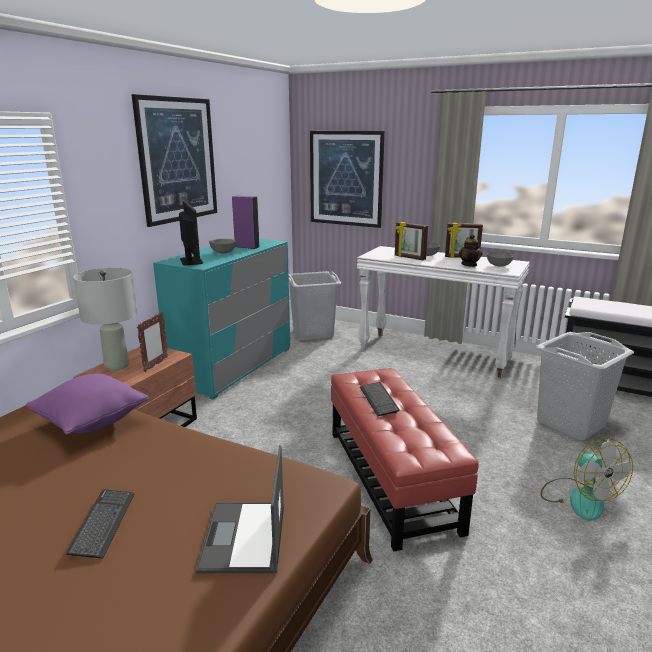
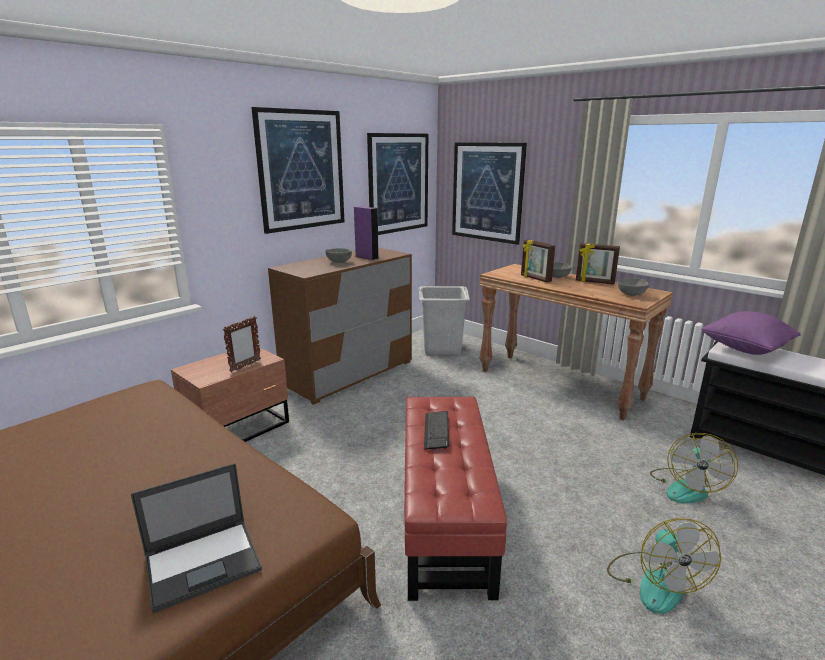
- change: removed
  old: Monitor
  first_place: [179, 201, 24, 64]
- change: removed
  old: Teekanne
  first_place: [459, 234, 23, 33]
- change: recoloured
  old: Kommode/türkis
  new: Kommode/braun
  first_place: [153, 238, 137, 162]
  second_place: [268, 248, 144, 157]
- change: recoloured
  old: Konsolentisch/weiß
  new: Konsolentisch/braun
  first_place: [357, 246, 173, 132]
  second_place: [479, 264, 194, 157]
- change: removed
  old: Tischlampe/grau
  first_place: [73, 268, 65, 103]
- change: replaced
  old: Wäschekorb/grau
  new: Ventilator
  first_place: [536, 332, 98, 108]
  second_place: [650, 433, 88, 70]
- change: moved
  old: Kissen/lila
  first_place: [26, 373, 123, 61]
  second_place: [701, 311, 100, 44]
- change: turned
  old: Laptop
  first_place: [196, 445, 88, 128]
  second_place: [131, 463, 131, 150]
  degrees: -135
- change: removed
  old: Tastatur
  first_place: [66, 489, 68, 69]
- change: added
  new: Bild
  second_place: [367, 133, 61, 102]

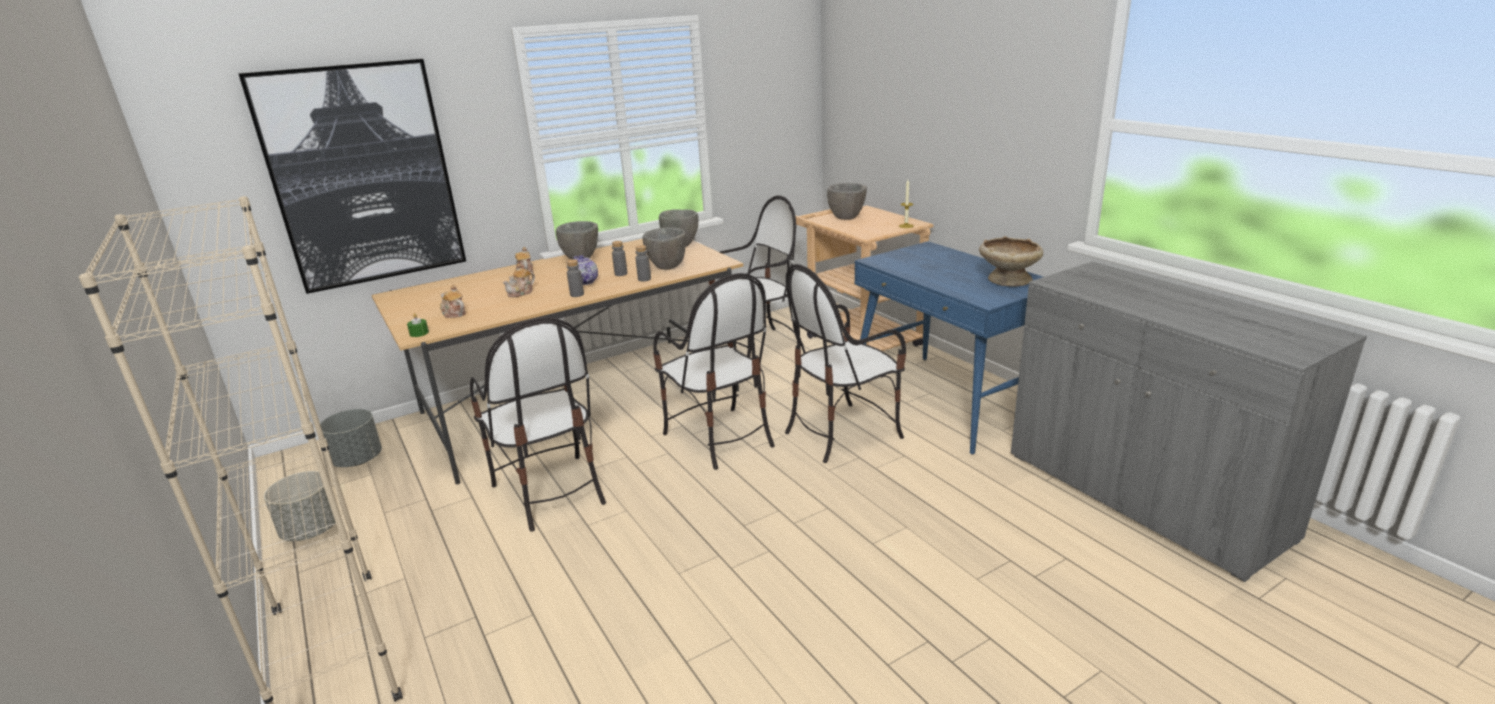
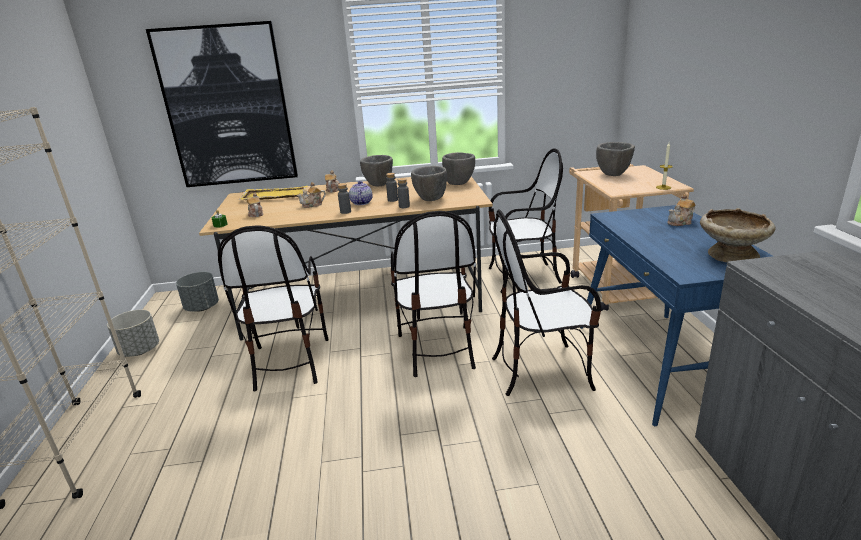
- change: added
  new: Tablett/gelb
  second_place: [238, 186, 69, 14]
- change: added
  new: Teekanne
  second_place: [667, 194, 29, 32]

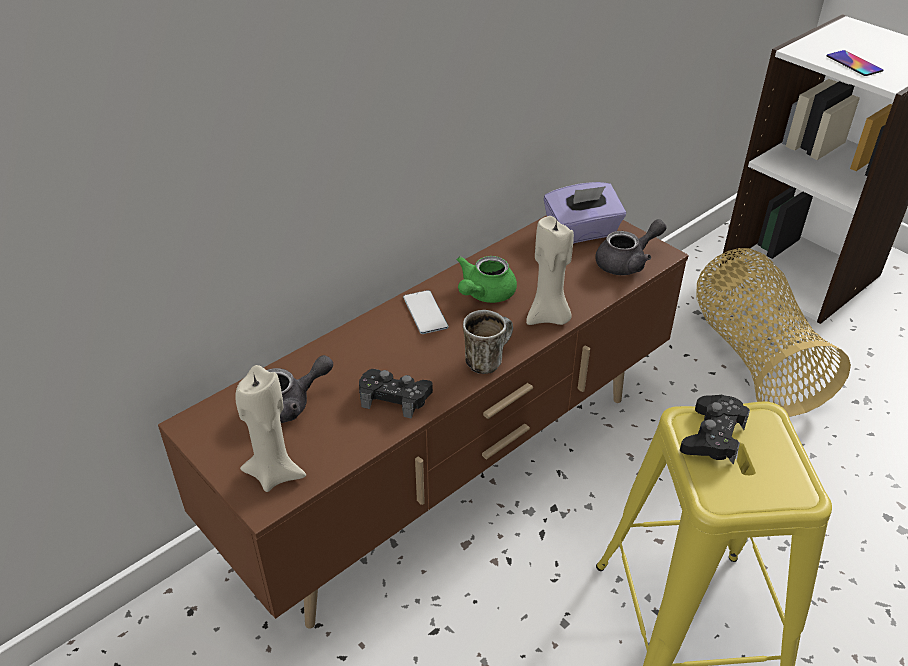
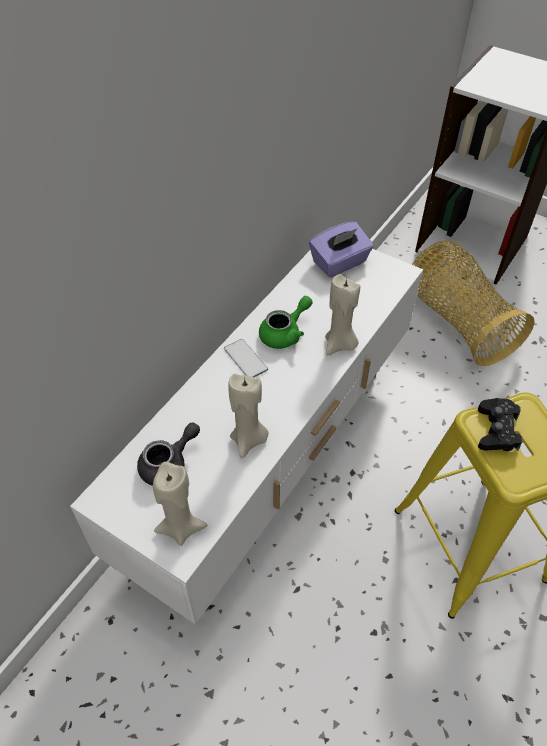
- change: removed
  old: Handy
  first_place: [827, 50, 56, 26]
- change: recoloured
  old: Fernsehschrank/braun
  new: Fernsehschrank/weiß
  first_place: [158, 215, 531, 413]
  second_place: [70, 249, 353, 375]
- change: removed
  old: Teekanne/grau
  first_place: [595, 219, 71, 56]
- change: turned
  old: Teekanne/grün
  first_place: [456, 256, 61, 47]
  second_place: [259, 296, 54, 53]
  degrees: -150
- change: removed
  old: Henkelbecher
  first_place: [463, 310, 50, 64]
- change: replaced
  old: Gamepad/schwarz
  new: Kerze/beige
  first_place: [359, 369, 74, 50]
  second_place: [228, 374, 40, 84]

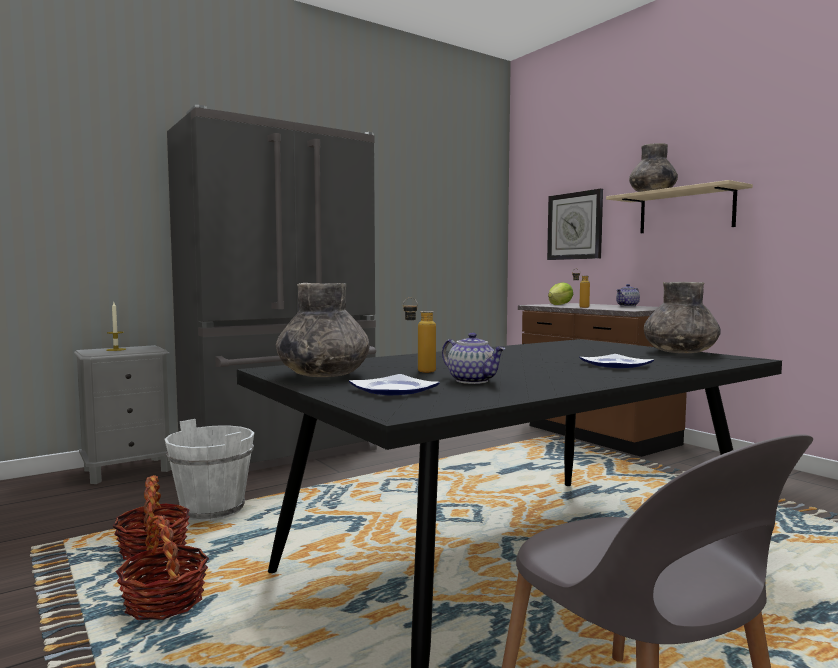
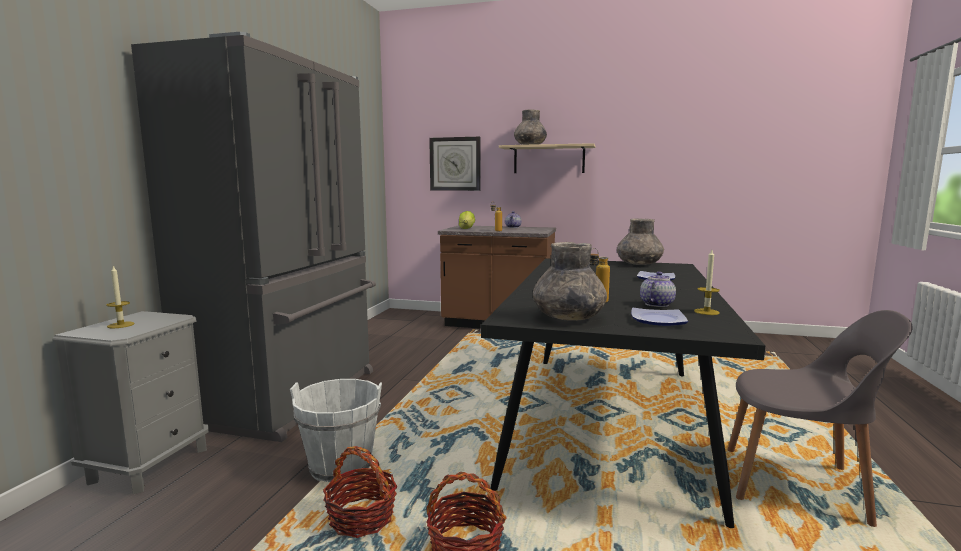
- change: turned
  old: Teekanne
  first_place: [442, 333, 63, 51]
  second_place: [640, 271, 36, 36]
  degrees: -60
- change: added
  new: Kerze
  second_place: [694, 250, 26, 65]

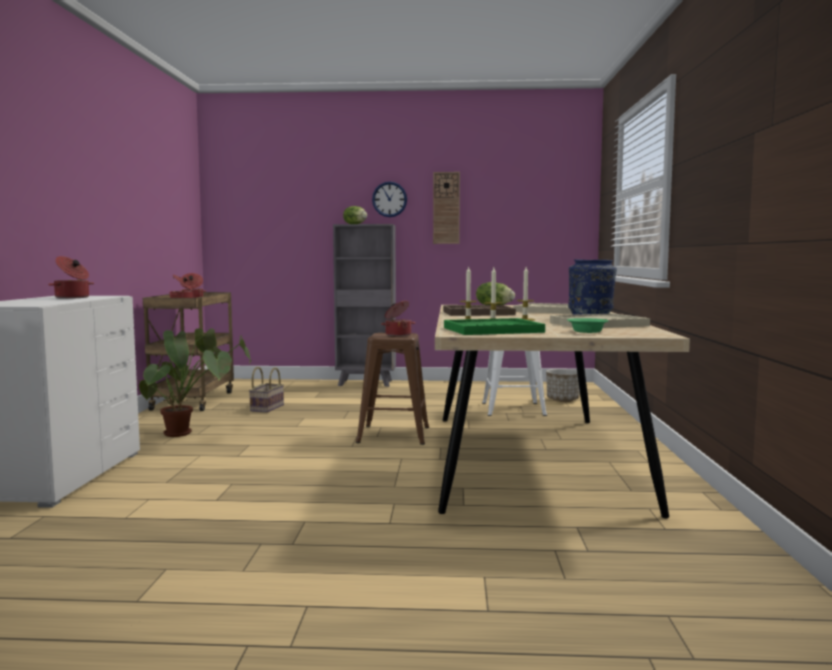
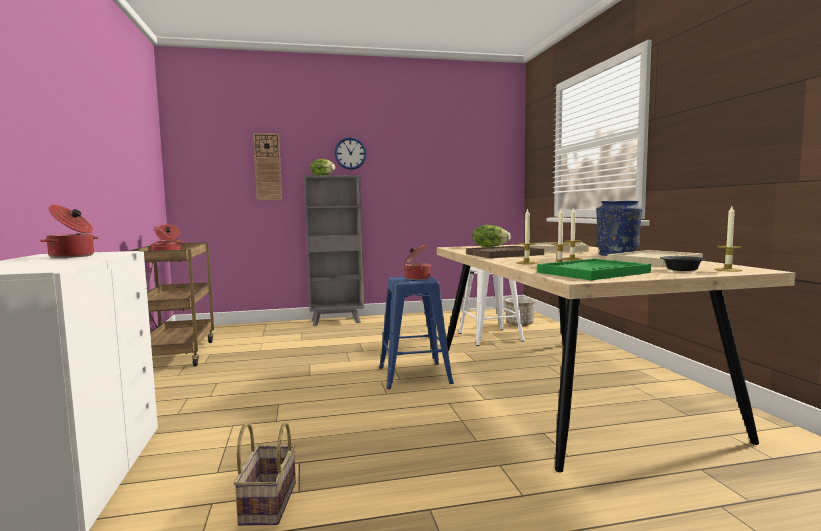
- change: moved
  old: Wanduhr
  first_place: [433, 172, 27, 72]
  second_place: [253, 133, 29, 68]
- change: recoloured
  old: Schüssel/grün
  new: Schüssel/schwarz
  first_place: [567, 318, 42, 15]
  second_place: [660, 256, 46, 15]
- change: removed
  old: Topfpflanze
  first_place: [139, 328, 112, 109]
- change: recoloured
  old: Hocker/braun
  new: Hocker/blau
  first_place: [356, 333, 73, 112]
  second_place: [379, 276, 75, 113]
- change: moved
  old: Korb
  first_place: [249, 367, 35, 46]
  second_place: [234, 422, 62, 104]
- change: added
  new: Kerze
  second_place: [714, 206, 29, 66]

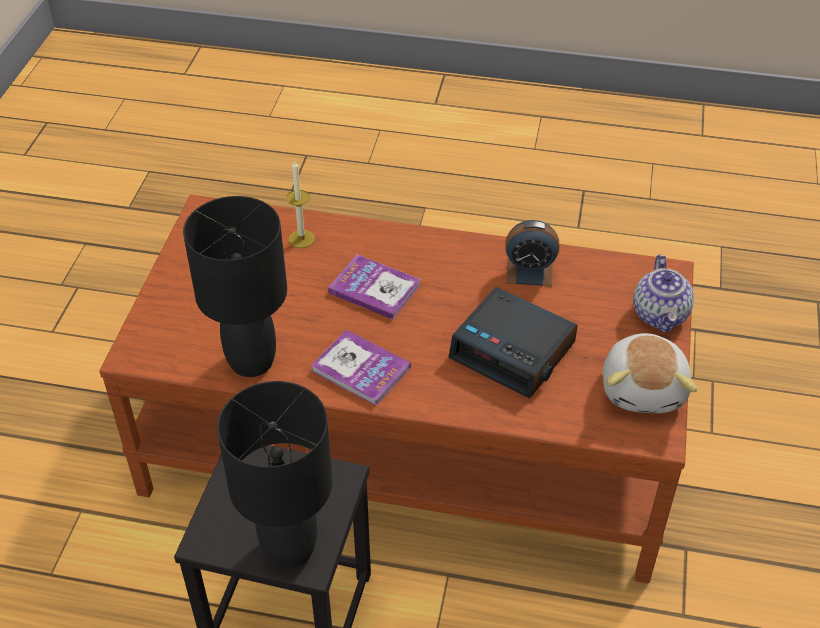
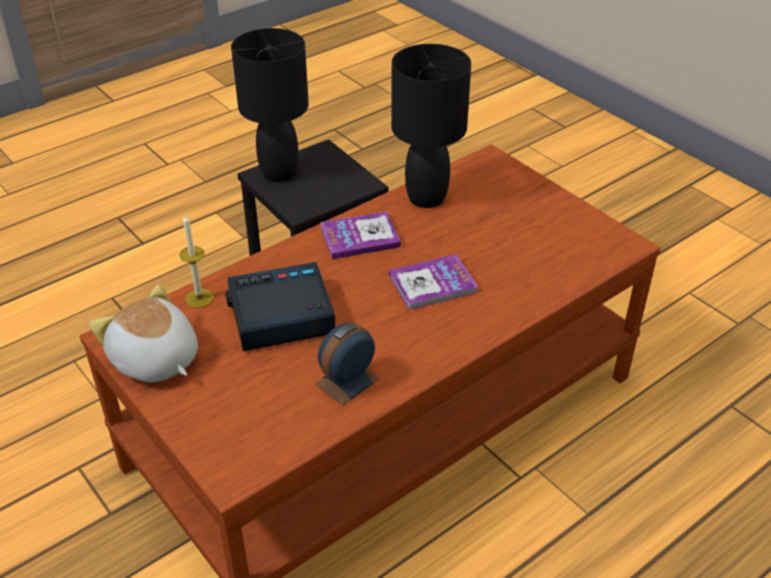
- change: moved
  old: Kerze
  first_place: [286, 160, 29, 88]
  second_place: [180, 215, 34, 93]
- change: removed
  old: Teekanne
  first_place: [633, 254, 61, 79]

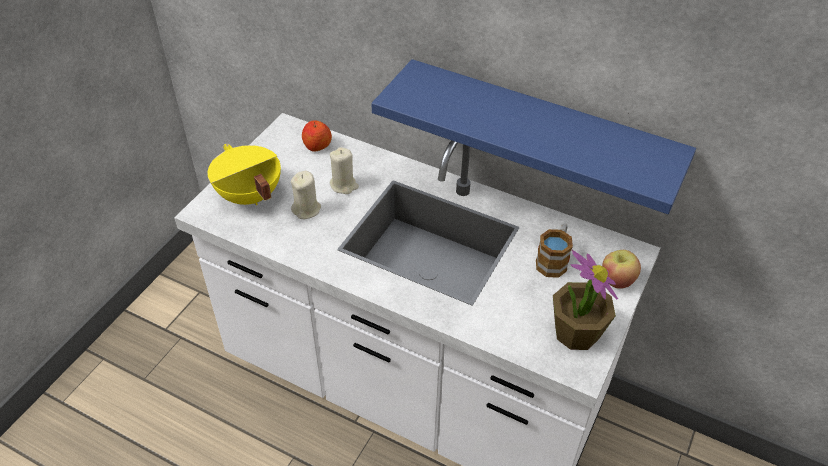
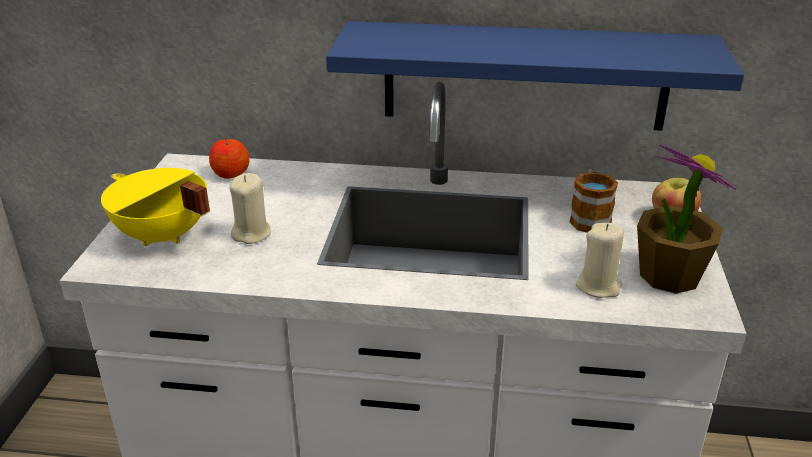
- change: moved
  old: Kerze/beige
  first_place: [330, 147, 29, 47]
  second_place: [576, 223, 48, 75]

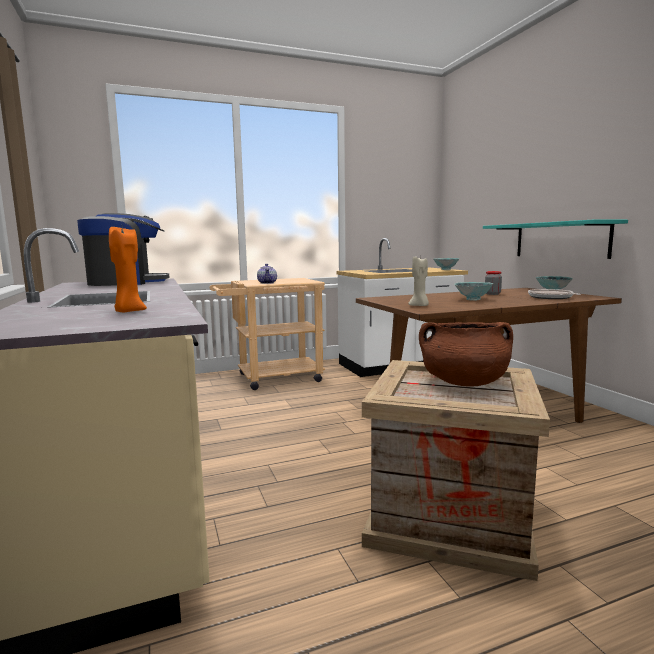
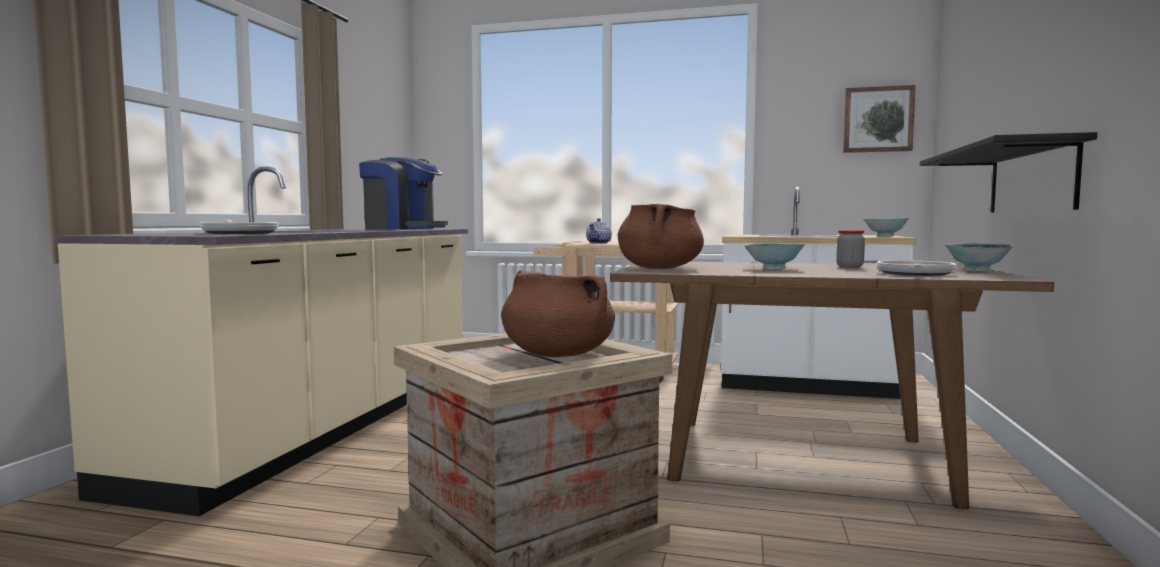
- change: recoloured
  old: Wandregal/türkis
  new: Wandregal/schwarz
  first_place: [483, 219, 145, 40]
  second_place: [920, 132, 177, 80]
- change: replaced
  old: Kerze/orange
  new: Pfanne
  first_place: [109, 227, 38, 85]
  second_place: [200, 220, 78, 14]
- change: replaced
  old: Kerze/beige
  new: Kochtopf/braun
  first_place: [409, 257, 20, 49]
  second_place: [618, 204, 86, 65]
- change: added
  new: Bild
  second_place: [843, 85, 73, 68]

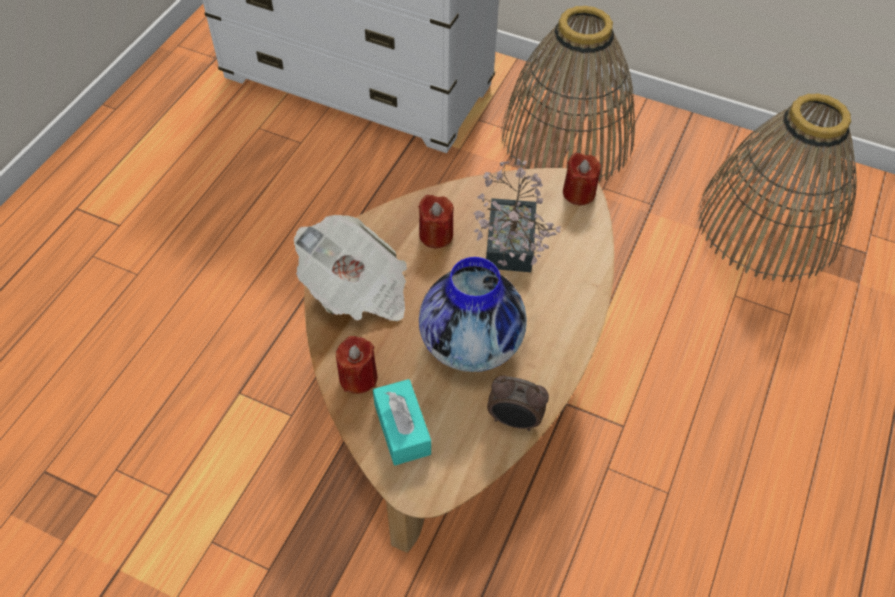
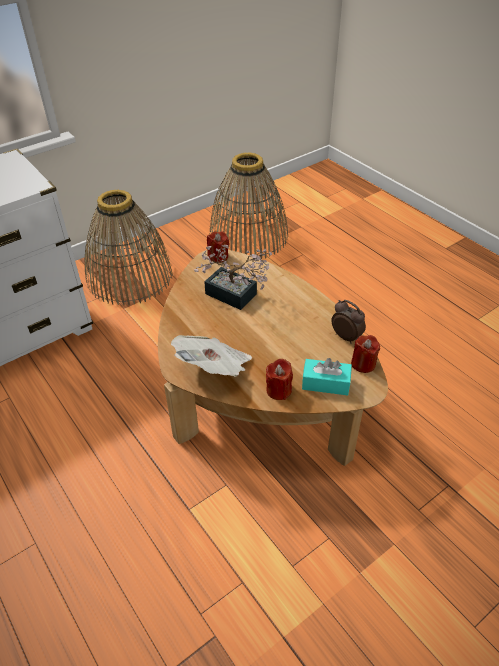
- change: moved
  old: Kerze/rot
  first_place: [418, 195, 36, 53]
  second_place: [351, 335, 29, 38]
- change: removed
  old: Vase
  first_place: [419, 257, 108, 115]
- change: turned
  old: Wecker
  first_place: [487, 375, 62, 56]
  second_place: [331, 300, 35, 44]
  degrees: -90

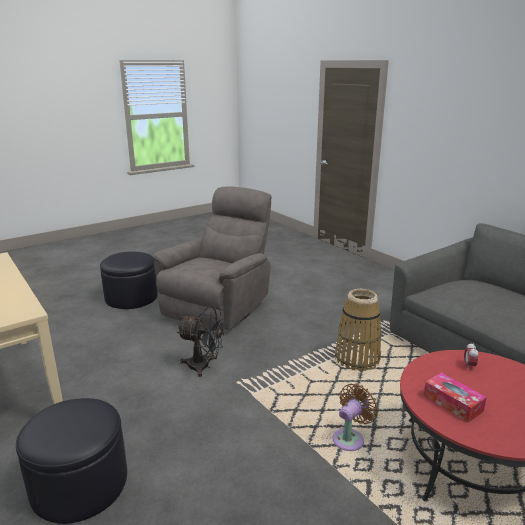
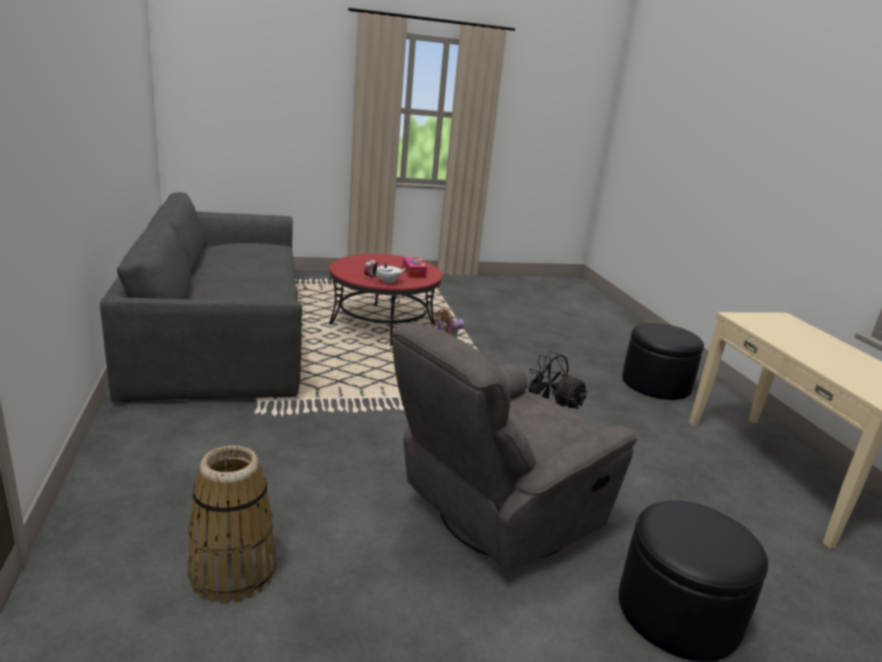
- change: moved
  old: Korb
  first_place: [335, 289, 47, 82]
  second_place: [188, 446, 88, 158]
- change: added
  new: Teekanne/weiß
  second_place: [372, 262, 35, 23]

